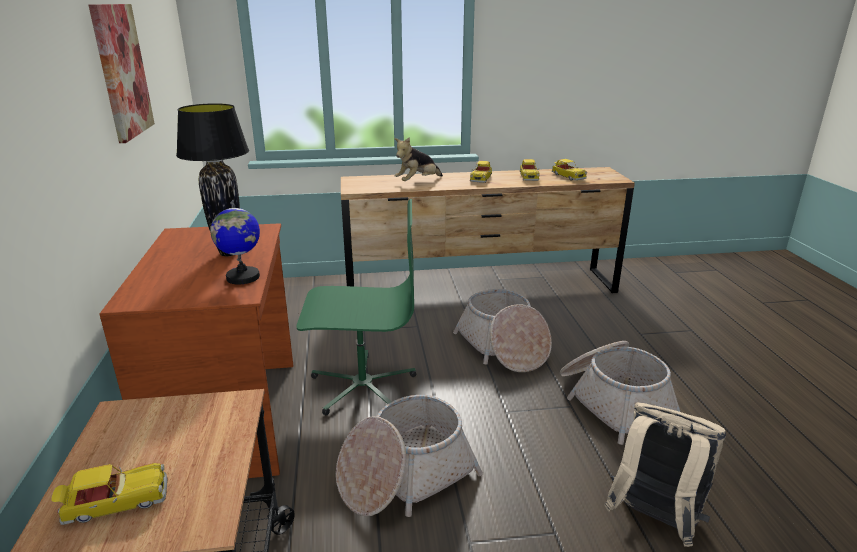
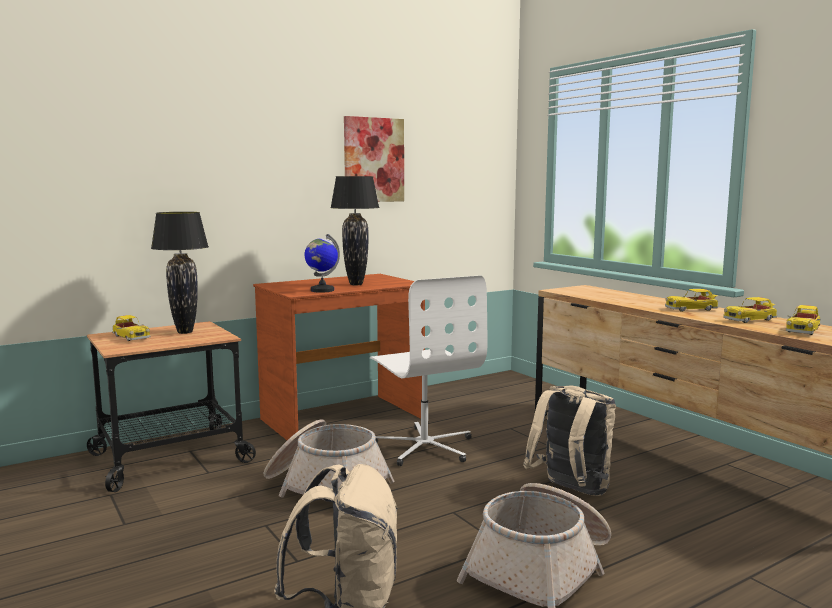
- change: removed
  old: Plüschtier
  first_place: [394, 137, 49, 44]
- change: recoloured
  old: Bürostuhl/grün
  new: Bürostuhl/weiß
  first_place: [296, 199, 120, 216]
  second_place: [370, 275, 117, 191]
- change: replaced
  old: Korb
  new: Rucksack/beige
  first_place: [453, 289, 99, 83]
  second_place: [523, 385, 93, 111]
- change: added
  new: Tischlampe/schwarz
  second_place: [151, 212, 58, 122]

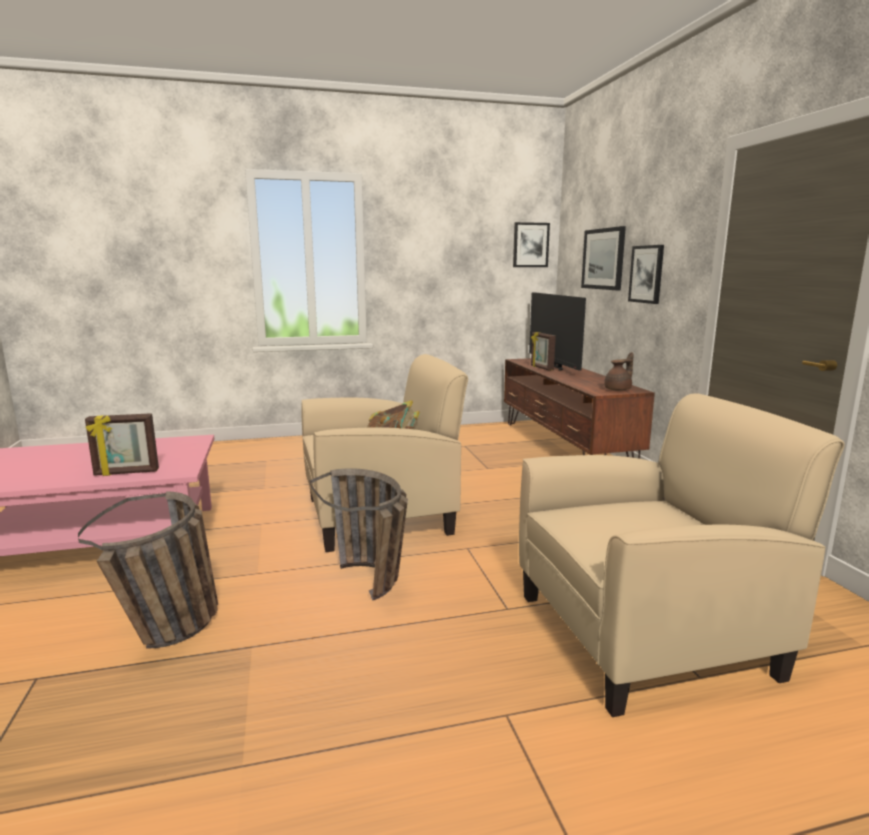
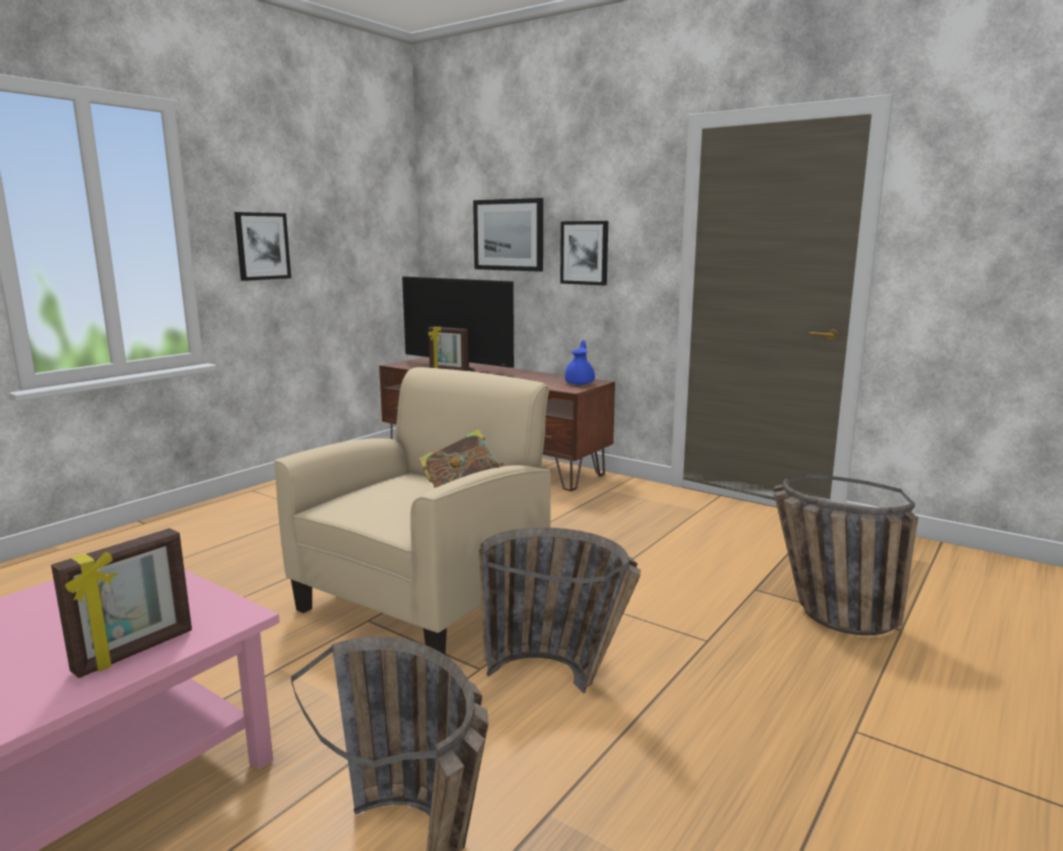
- change: moved
  old: Bild
  first_place: [513, 222, 37, 45]
  second_place: [234, 212, 57, 69]
- change: recoloured
  old: Teekanne/braun
  new: Teekanne/blau
  first_place: [604, 352, 29, 39]
  second_place: [565, 340, 30, 45]
- change: replaced
  old: Sessel/beige
  new: Korb
  first_place: [519, 393, 326, 324]
  second_place: [773, 474, 145, 161]

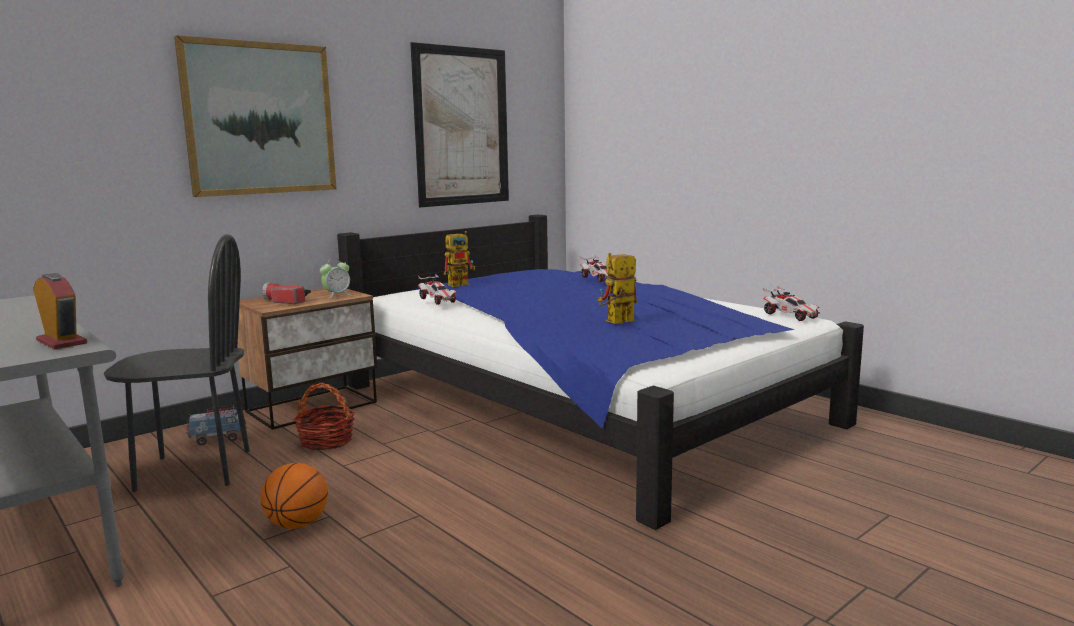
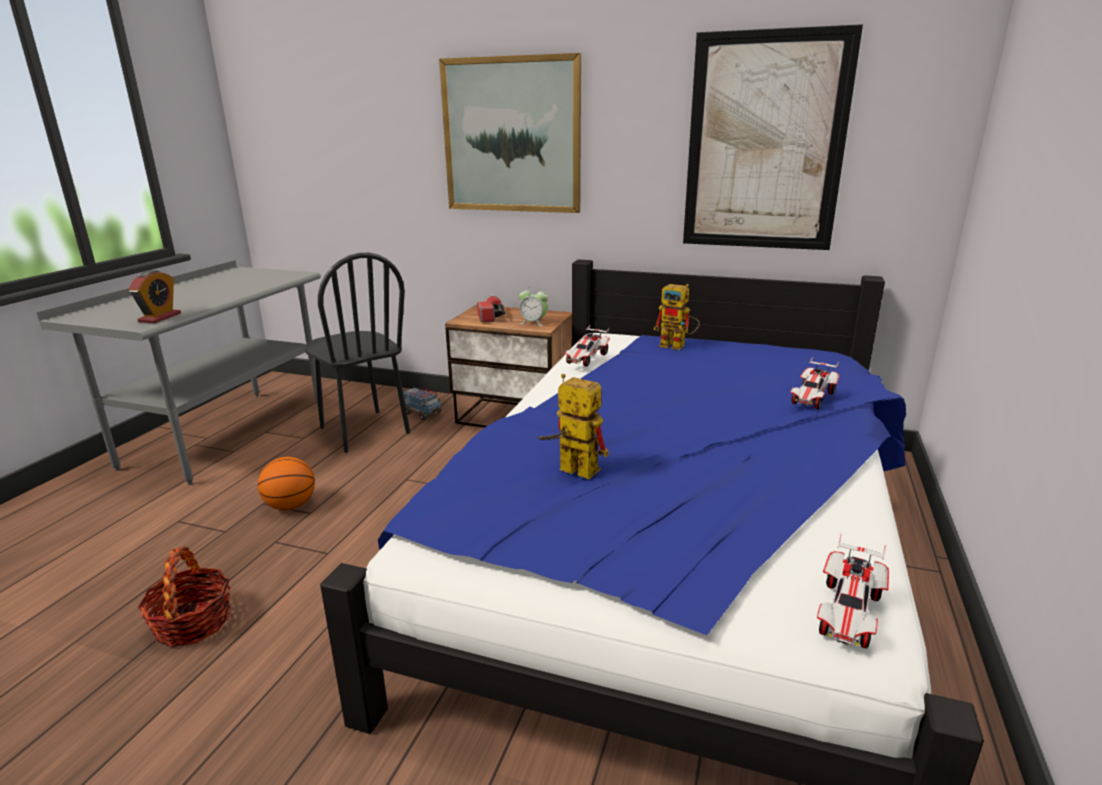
- change: moved
  old: Korb
  first_place: [294, 383, 61, 67]
  second_place: [137, 546, 94, 101]

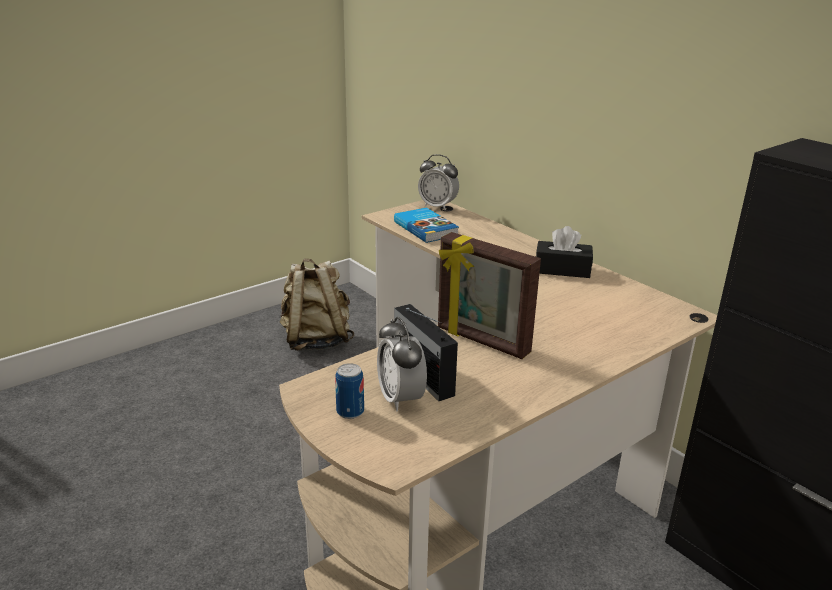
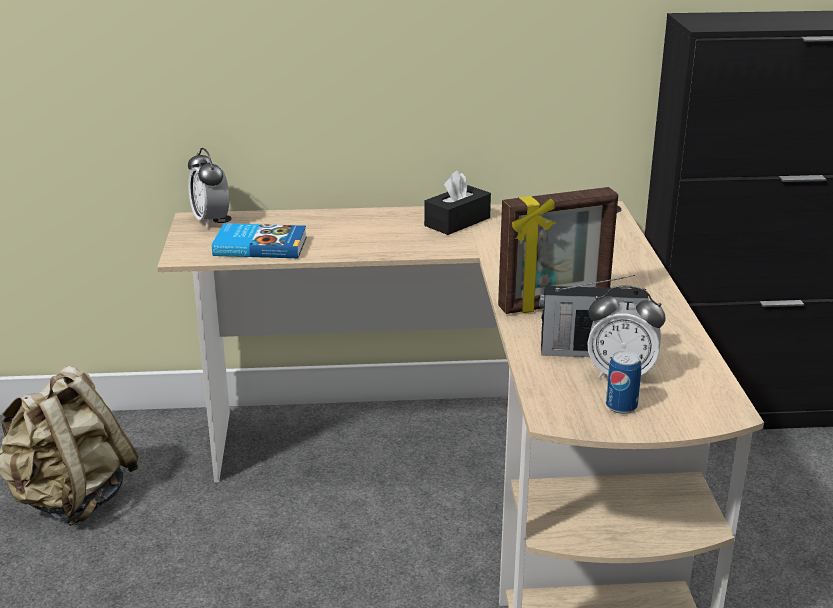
- change: turned
  old: Wecker
  first_place: [418, 154, 41, 56]
  second_place: [188, 148, 41, 80]
  degrees: 90

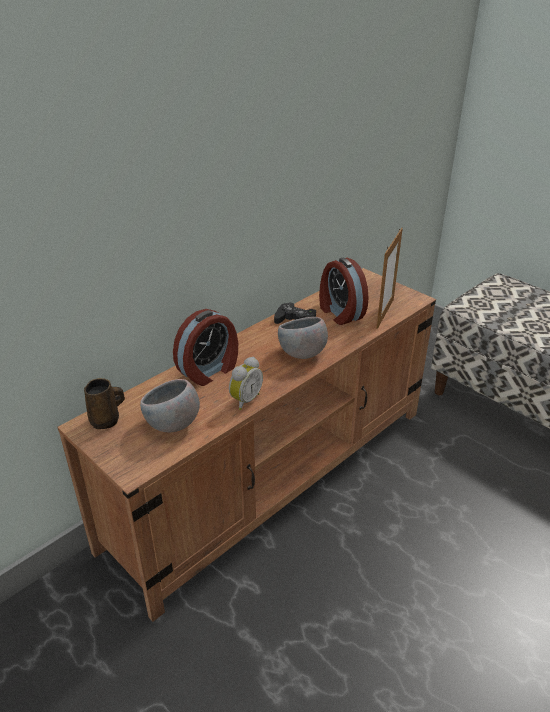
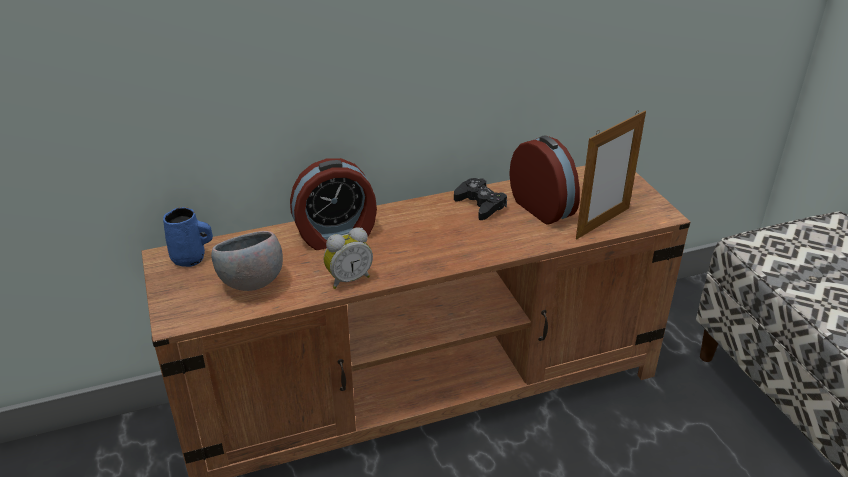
- change: turned
  old: Wecker
  first_place: [319, 258, 50, 67]
  second_place: [509, 135, 71, 90]
  degrees: 150
- change: removed
  old: Schüssel/grau
  first_place: [278, 317, 50, 42]
- change: recoloured
  old: Henkelbecher/braun
  new: Henkelbecher/blau
  first_place: [84, 378, 41, 51]
  second_place: [163, 207, 50, 60]

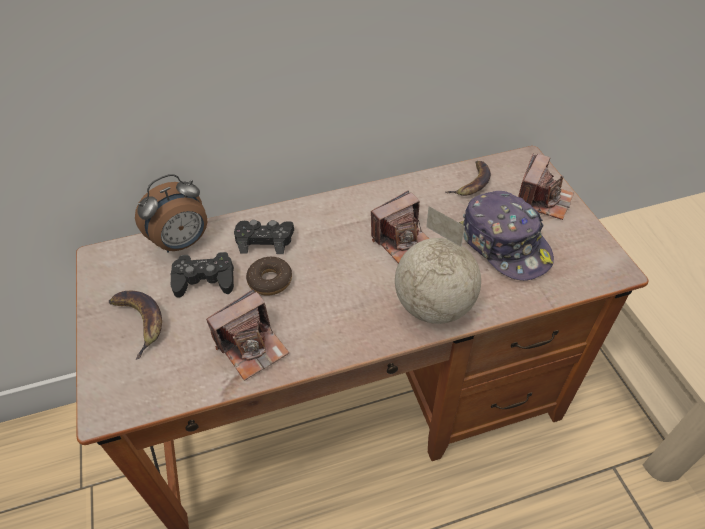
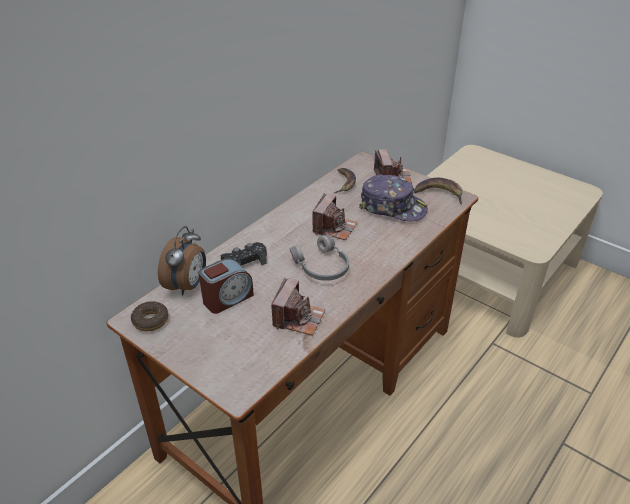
- change: removed
  old: Globus
  first_place: [395, 206, 86, 118]
- change: replaced
  old: Gamepad/schwarz
  new: Wecker
  first_place: [171, 252, 63, 46]
  second_place: [199, 259, 55, 55]
- change: moved
  old: Donut
  first_place: [246, 257, 46, 39]
  second_place: [131, 301, 37, 30]
- change: moved
  old: Banane
  first_place: [109, 291, 53, 69]
  second_place: [414, 178, 49, 26]
- change: added
  new: Kopfhörer/grau
  second_place: [289, 234, 60, 47]

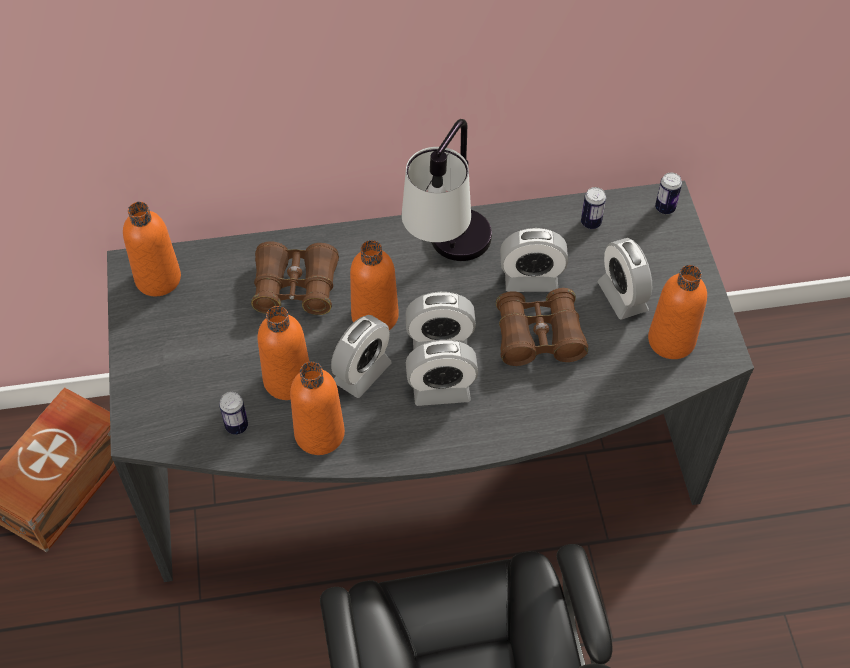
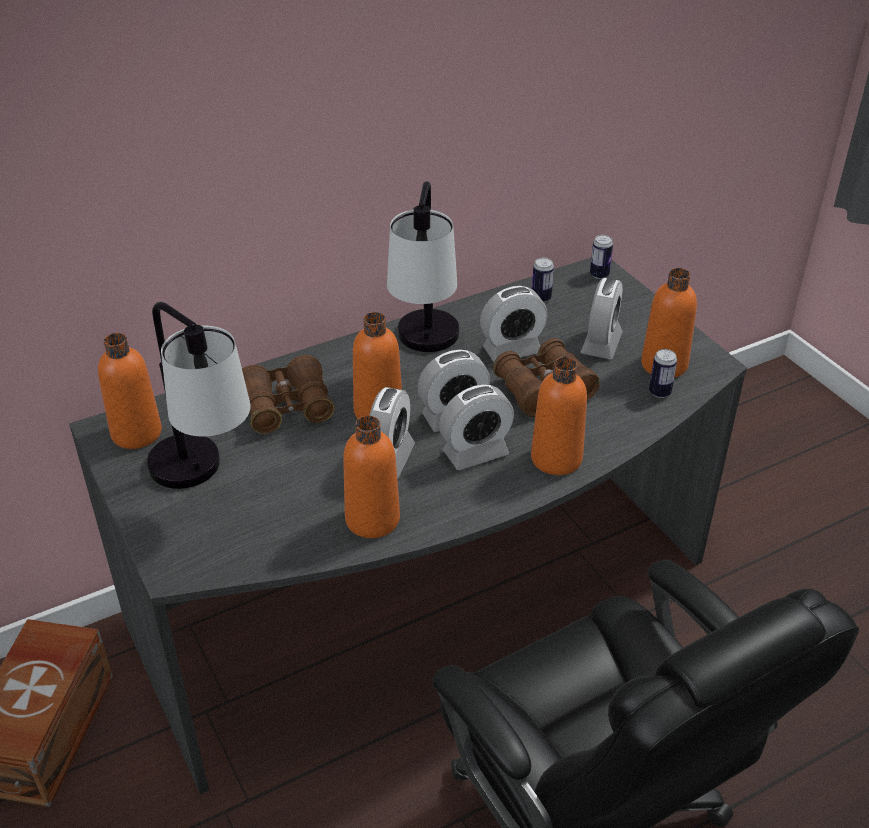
- change: turned
  old: Wecker
  first_place: [597, 238, 55, 82]
  second_place: [581, 278, 42, 81]
  degrees: -120
- change: moved
  old: Flasche/orange
  first_place: [258, 306, 51, 94]
  second_place: [531, 357, 56, 118]
- change: moved
  old: Dose
  first_place: [219, 392, 29, 43]
  second_place: [649, 349, 28, 49]
- change: added
  new: Tischlampe
  second_place: [147, 302, 104, 187]

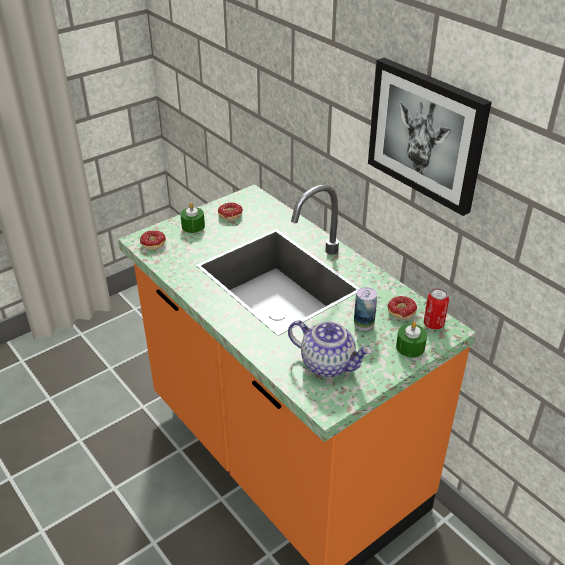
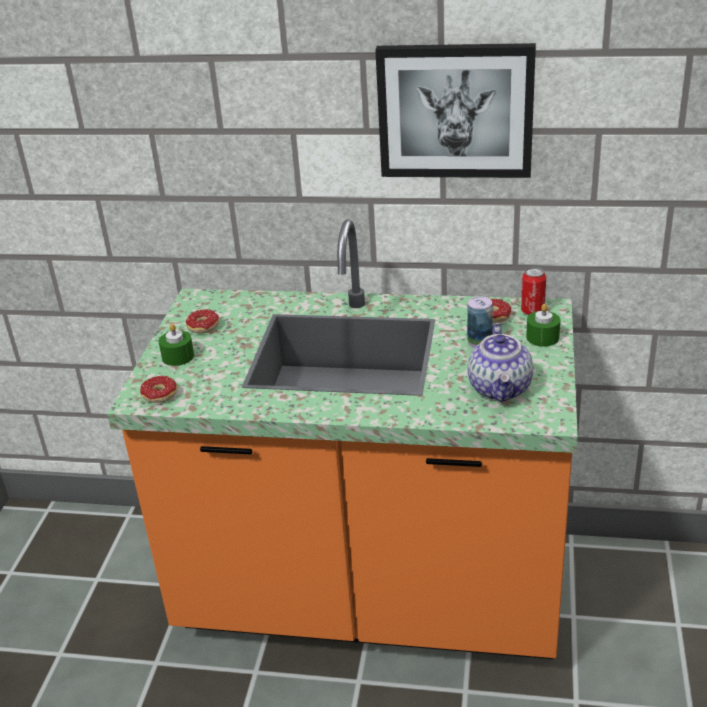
- change: turned
  old: Teekanne
  first_place: [288, 320, 84, 57]
  second_place: [468, 323, 65, 79]
  degrees: 105

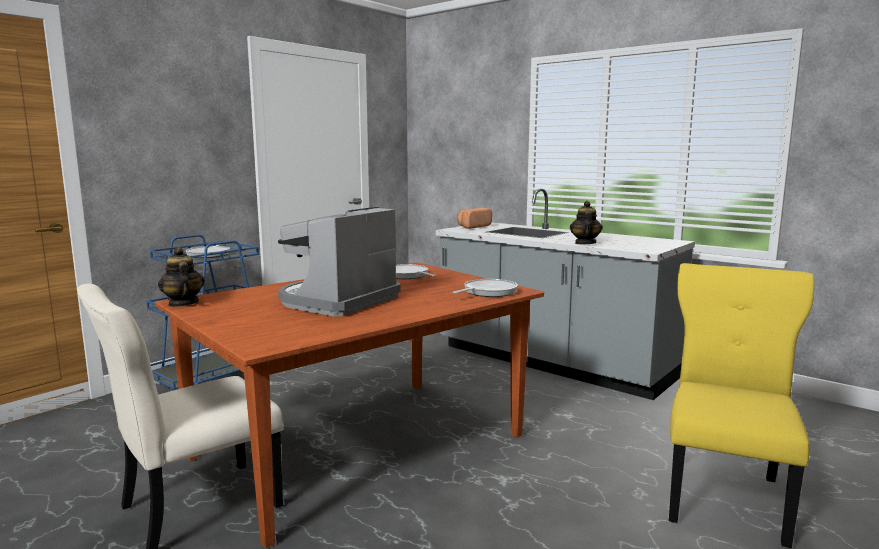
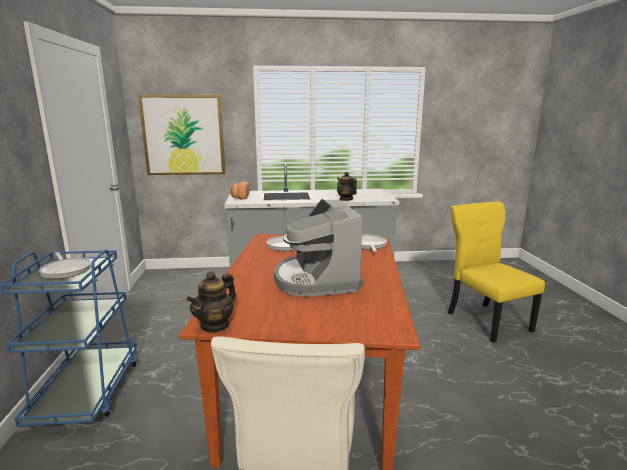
- change: turned
  old: Teekanne
  first_place: [158, 247, 47, 60]
  second_place: [187, 271, 49, 62]
  degrees: -75
- change: added
  new: Bild
  second_place: [138, 95, 87, 80]

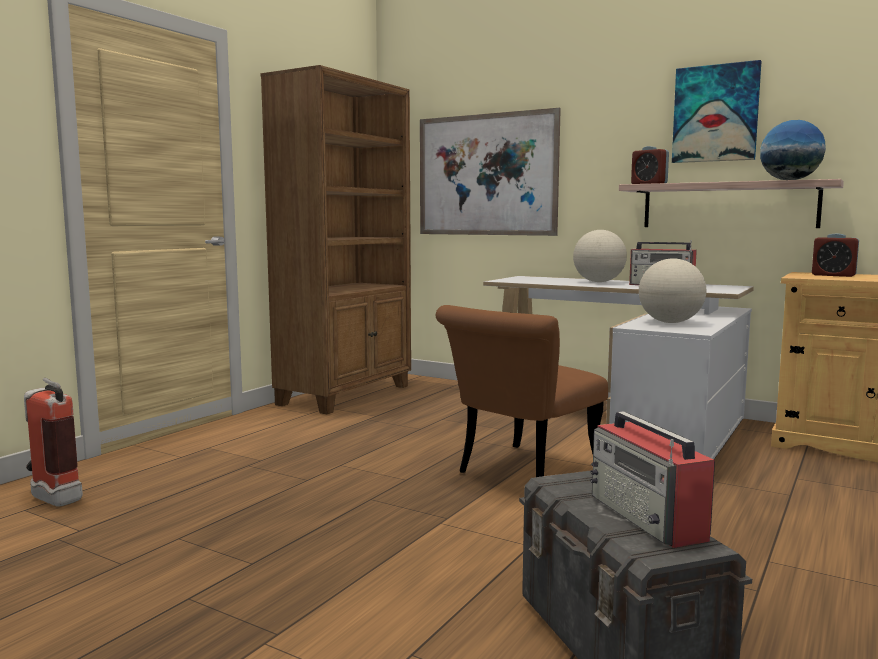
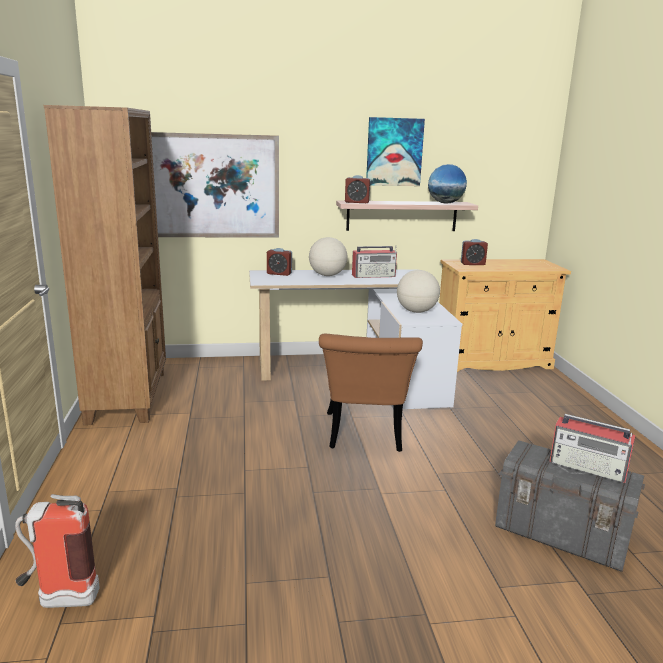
- change: added
  new: Wecker
  second_place: [267, 248, 25, 28]

